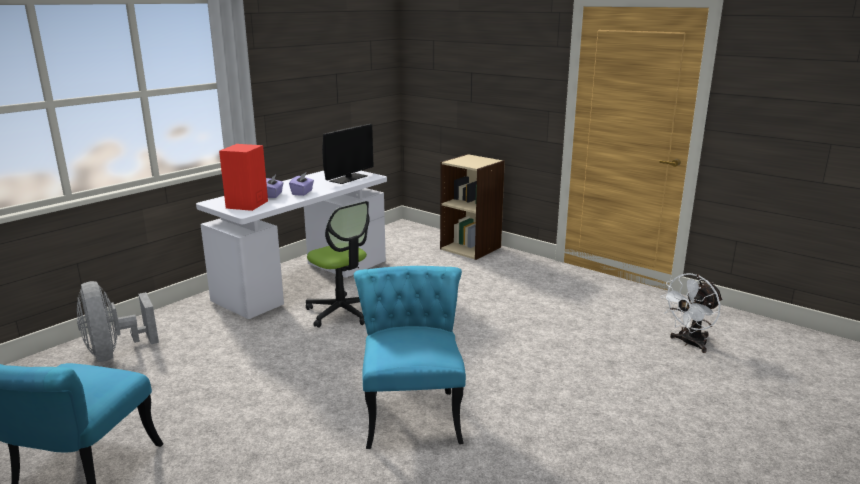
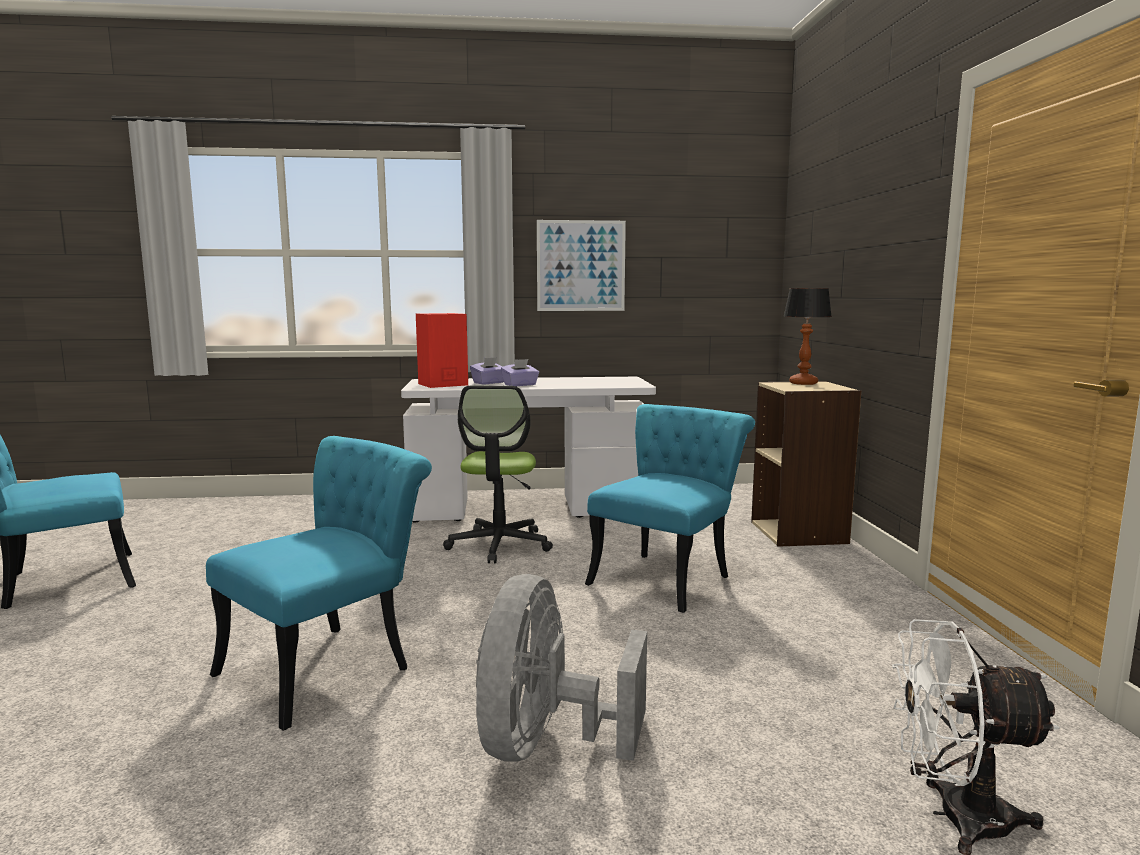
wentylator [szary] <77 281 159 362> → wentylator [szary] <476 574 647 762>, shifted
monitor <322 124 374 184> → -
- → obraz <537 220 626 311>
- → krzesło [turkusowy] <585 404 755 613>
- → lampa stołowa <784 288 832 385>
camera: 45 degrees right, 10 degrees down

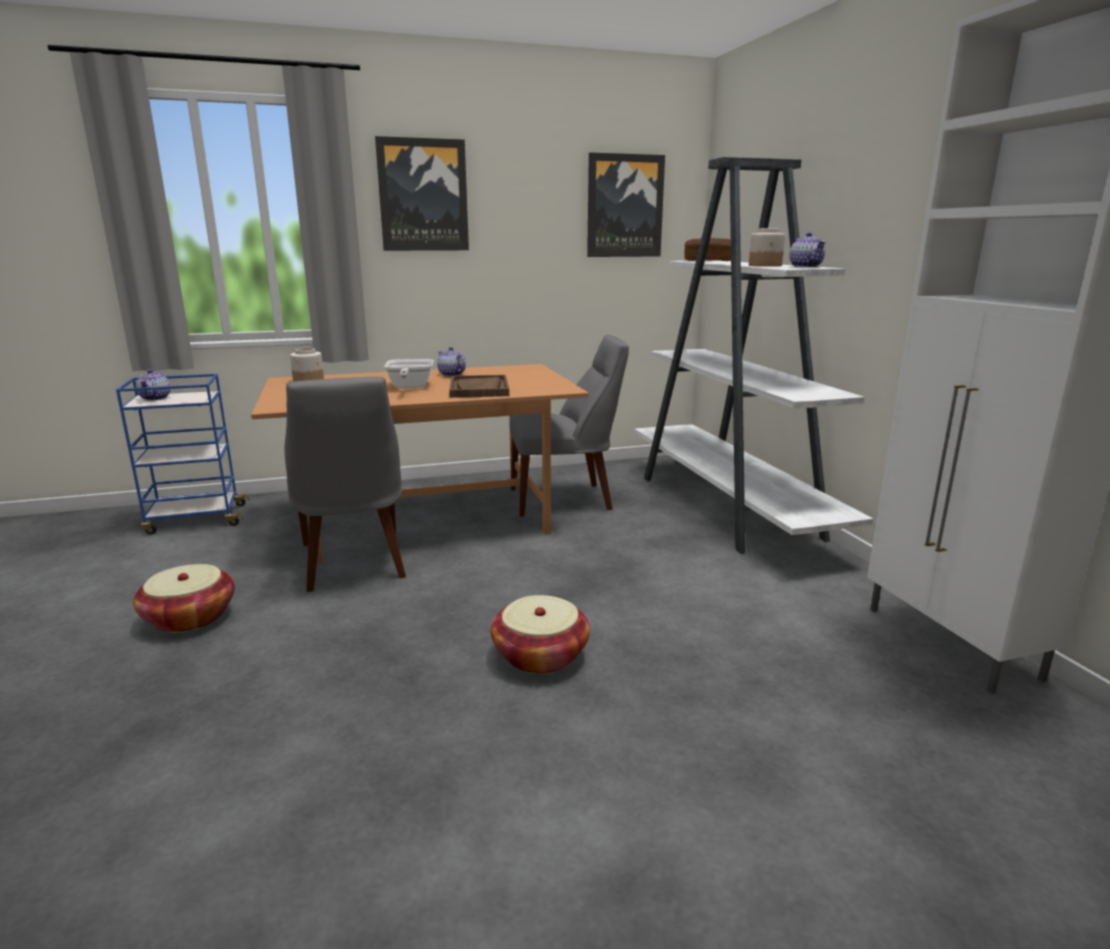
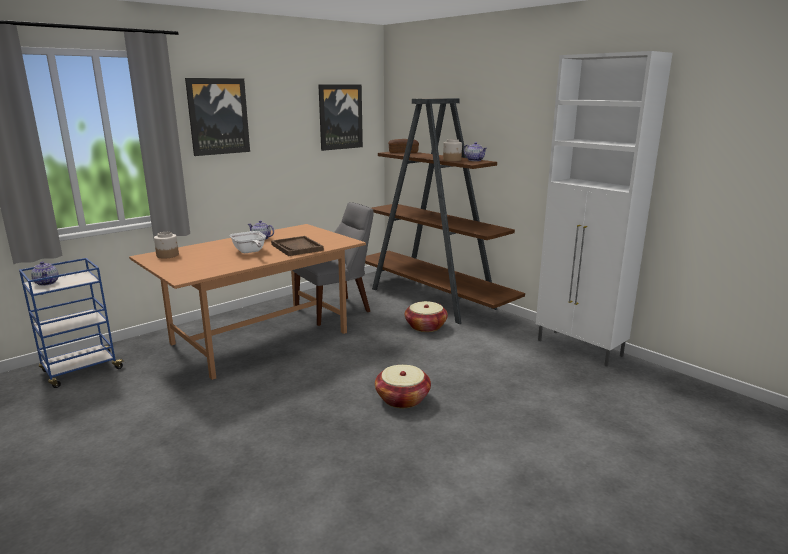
koszyk <133 564 235 633> → koszyk <405 301 448 332>, shifted
krzesło [szary] <285 377 406 592> → -
regał [biały] <634 157 873 554> → regał [brązowy] <365 98 525 324>
camera: 25 degrees left, 0 degrees up

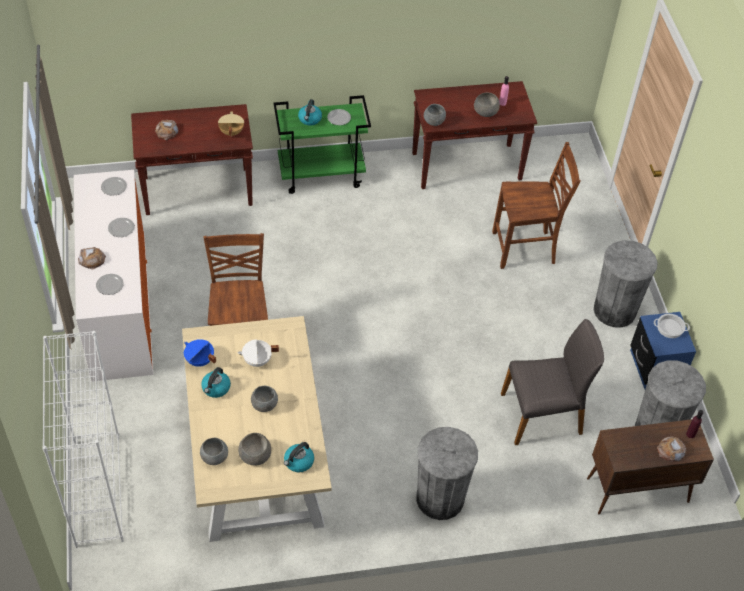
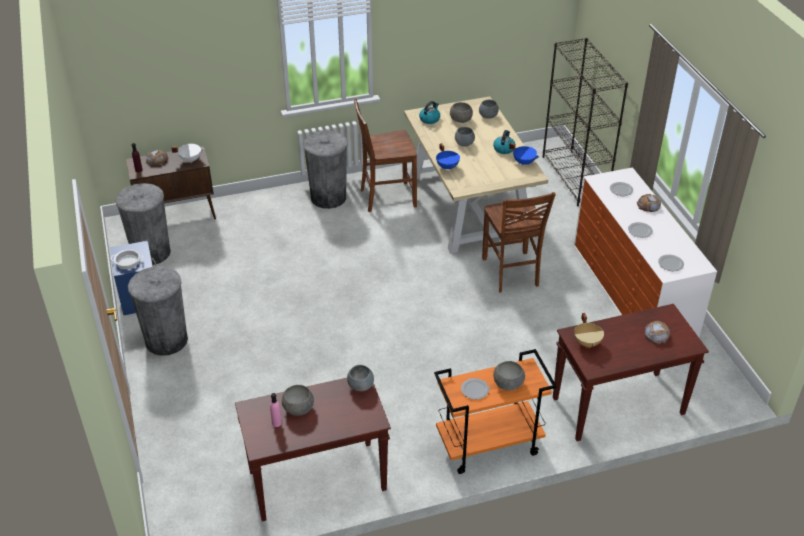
regał [biały] <42 331 124 548> → regał [czarny] <543 38 628 206>
garnek [biały] <238 339 279 367> → garnek [biały] <171 144 204 163>, shifted
wózek [zielony] <274 95 371 194> → wózek [pomarańczowy] <434 349 557 474>
czajnik <298 99 322 126> → miska [szary] <493 361 525 390>
krzesło [brązowy] <492 142 580 269> → krzesło [brązowy] <354 98 417 212>, shifted
krzesło [szary] <501 319 604 445> → -
- → garnek [niebieski] <436 143 460 170>
camera: 175 degrees right, 10 degrees down

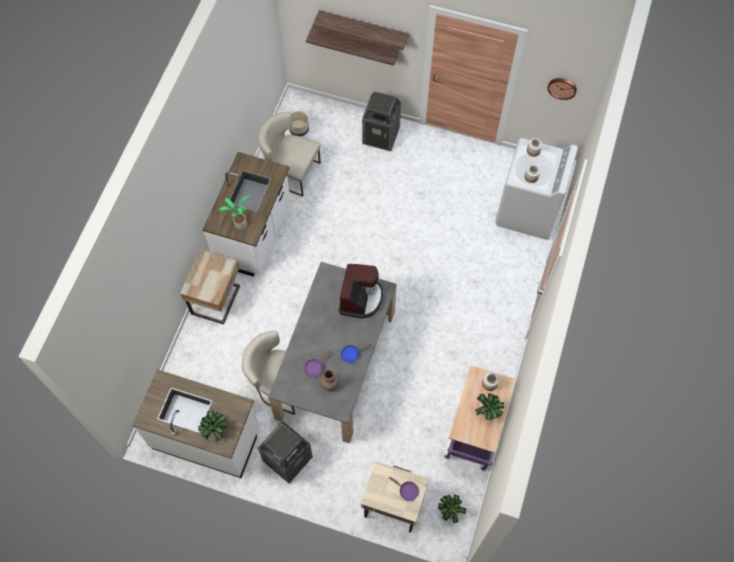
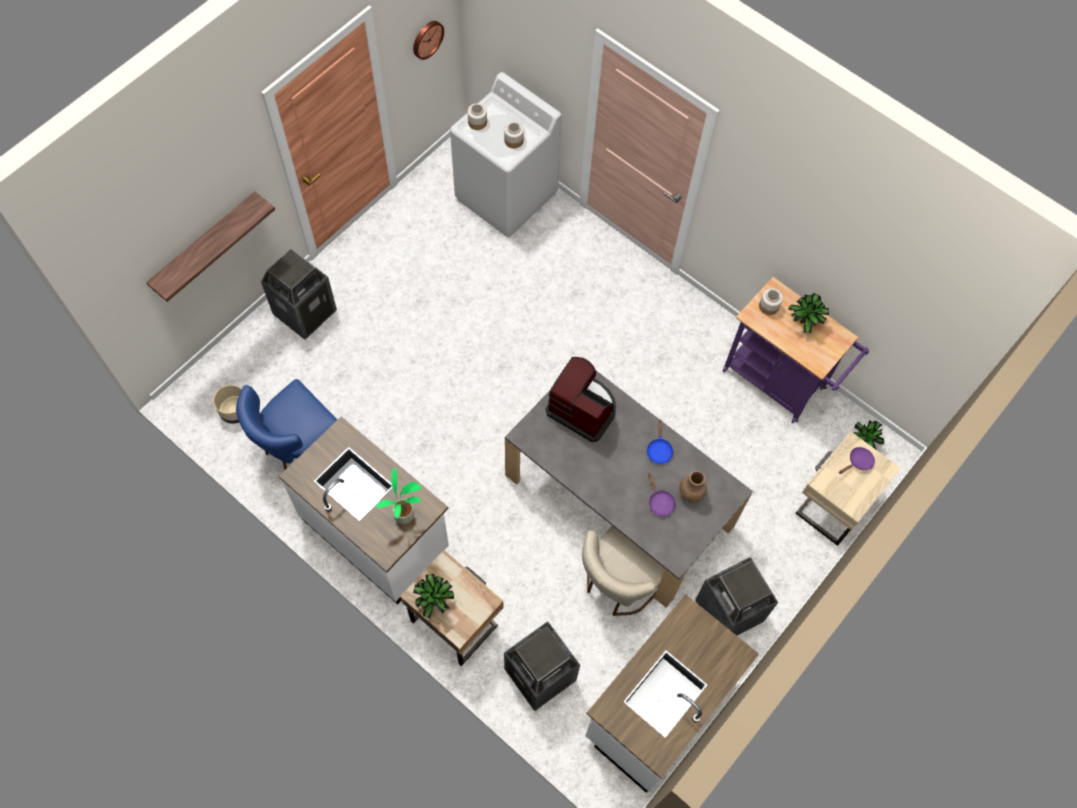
roślina doniczkowa <198 410 227 440> → roślina doniczkowa <413 574 454 618>, shifted
krzesło [beżowy] <258 112 321 197> → krzesło [niebieski] <236 379 337 470>
półka <313 10 409 50> → -
- → kosz na śmieci <504 621 580 711>
camera: 70 degrees left, 0 degrees up

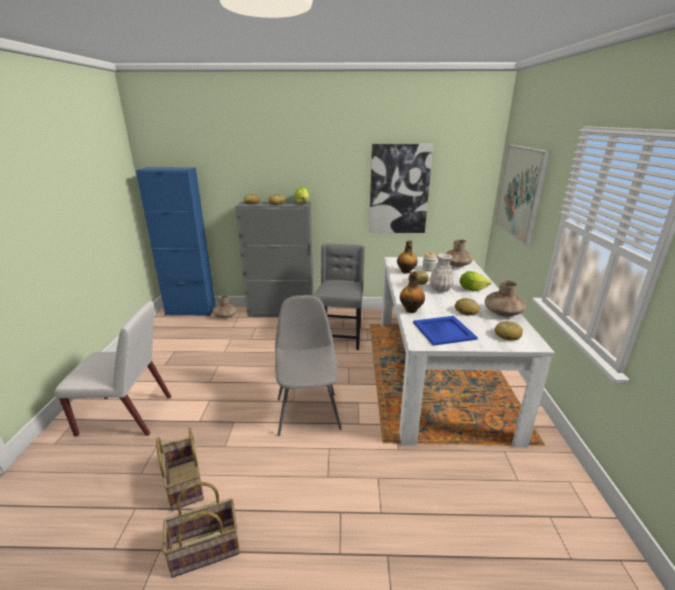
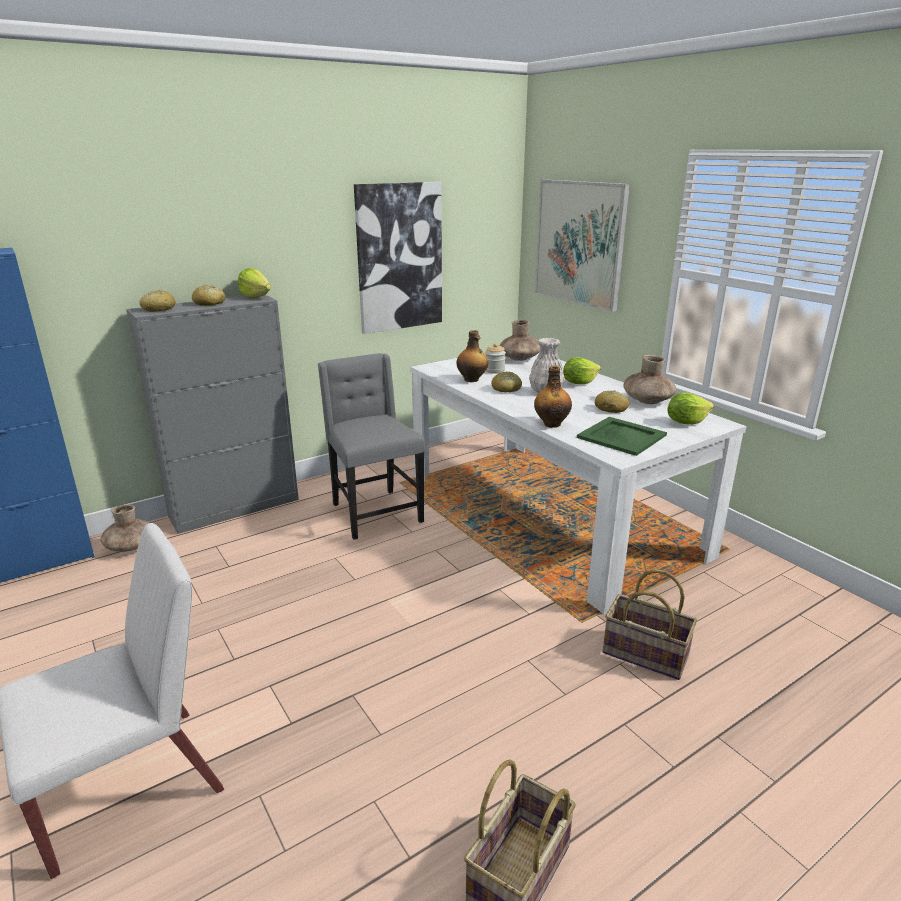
koszyk <156 428 204 511> → koszyk <603 569 697 680>, shifted
krzesło [szary] <275 295 342 436> → -
taca [niebieski] <413 316 478 346> → taca [zielony] <577 417 667 456>
chleb <495 321 523 340> → sałata <668 393 714 425>
camera: 35 degrees left, 0 degrees up

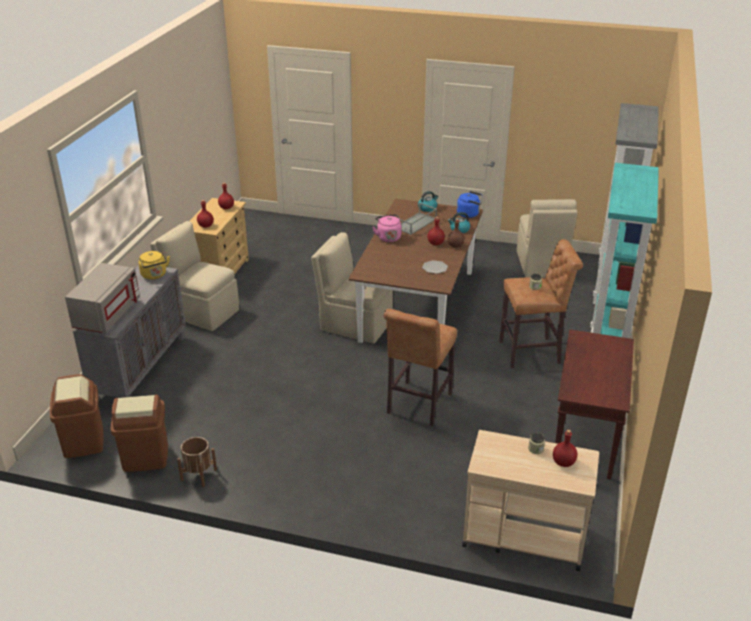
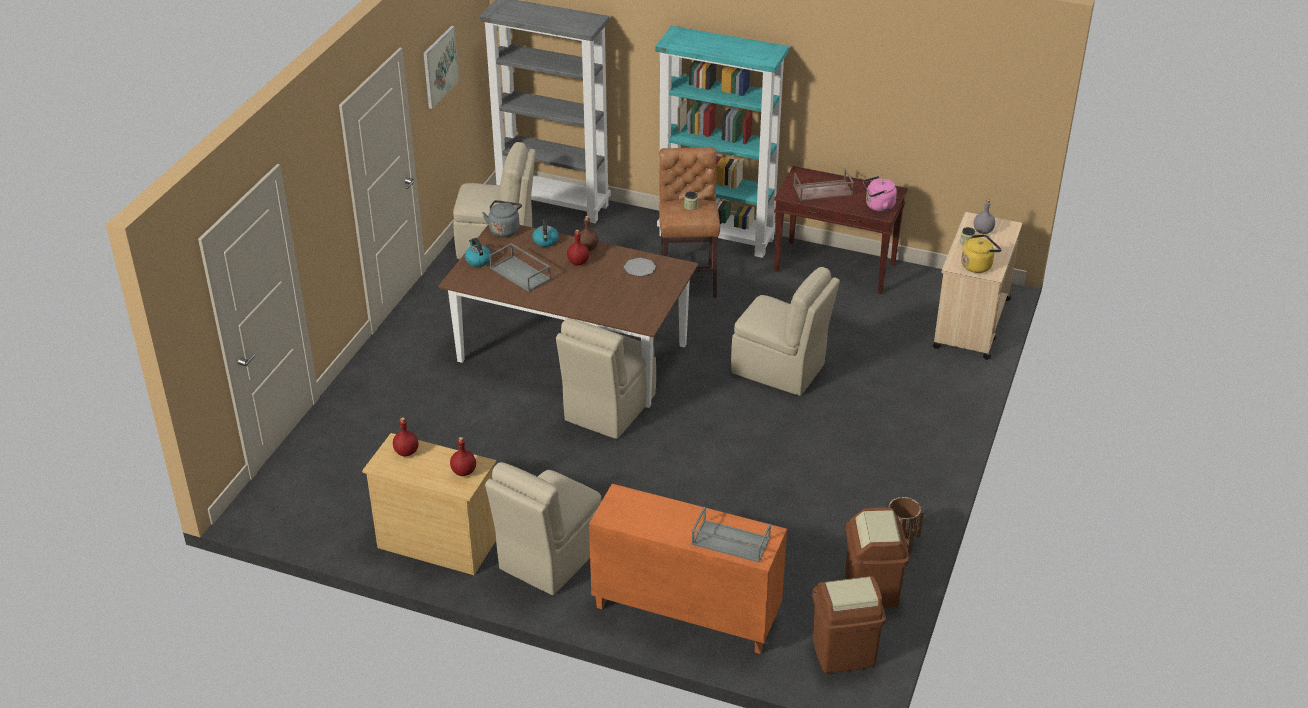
mikrofalówka [szary] <65 263 140 333> → taca [szary] <691 507 771 563>
szafka [szary] <73 265 186 401> → szafka [pomarańczowy] <589 484 787 654>
czajnik [żółty] <138 251 170 279> → czajnik [żółty] <961 234 1002 273>, shifted
czajnik [różowy] <373 214 402 242> → czajnik [różowy] <863 176 897 212>, shifted
stołek [brązowy] <384 309 457 426> → krzesło [beżowy] <731 267 840 396>
czajnik [niebieski] <457 191 482 218> → czajnik [szary] <482 200 522 237>
butelka [czerwony] <553 430 577 467> → butelka [szary] <974 199 995 234>
- → obraz <423 26 459 109>
- → taca [brązowy] <793 168 854 201>
camera: 85 degrees left, 5 degrees up

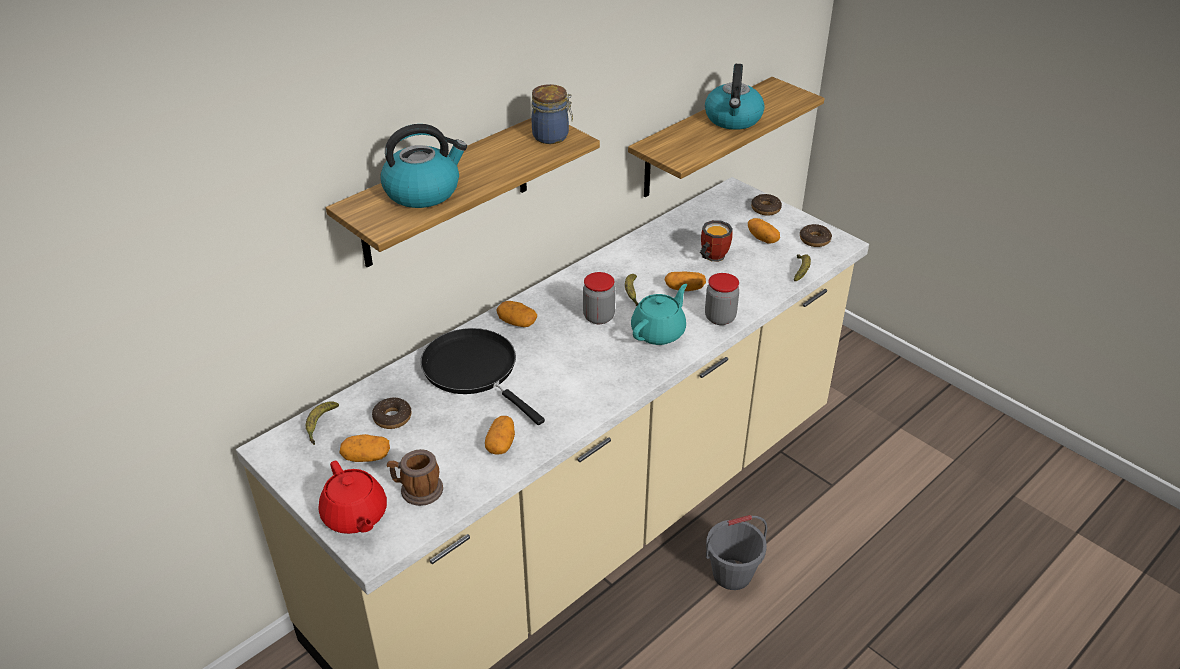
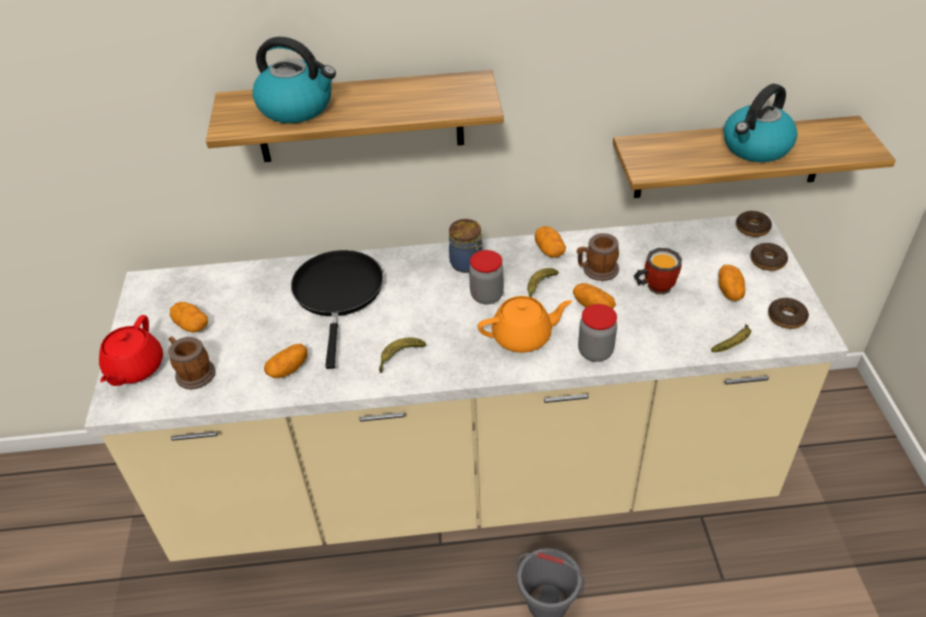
banan <306 401 339 445> → banan <379 338 426 373>, shifted
donut <372 398 412 429> → donut <736 211 772 237>, shifted
ziemniak <496 301 537 327> → ziemniak <535 226 566 258>, shifted
słoik <532 84 573 144> → słoik <449 219 483 273>, shifted
imbryk [turkusowy] <631 284 687 345> → imbryk [pomarańczowy] <478 296 572 353>
- → kubek <577 233 619 281>
camera: 40 degrees right, 5 degrees up

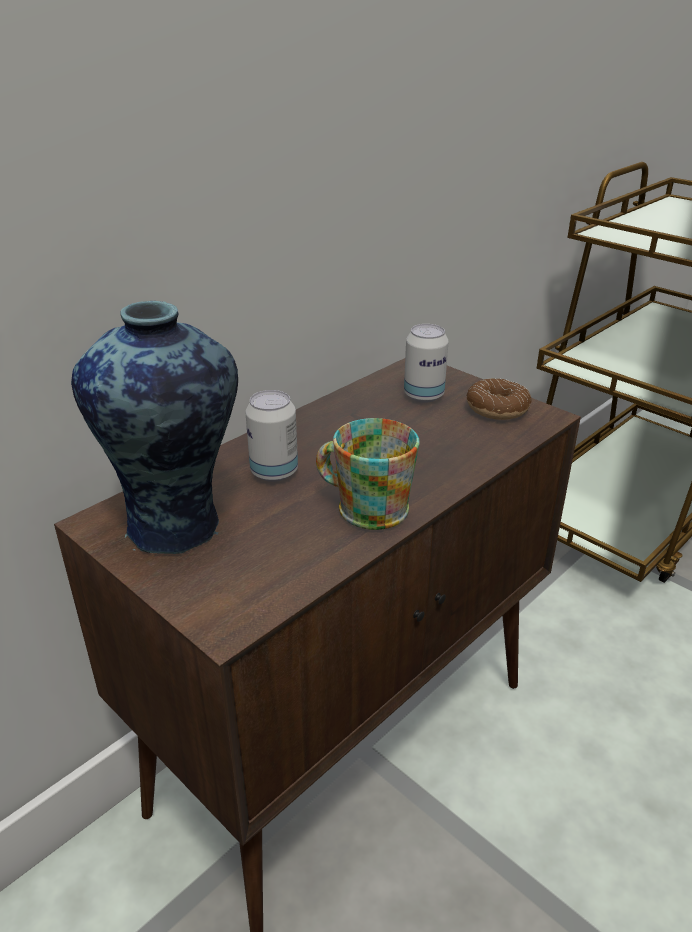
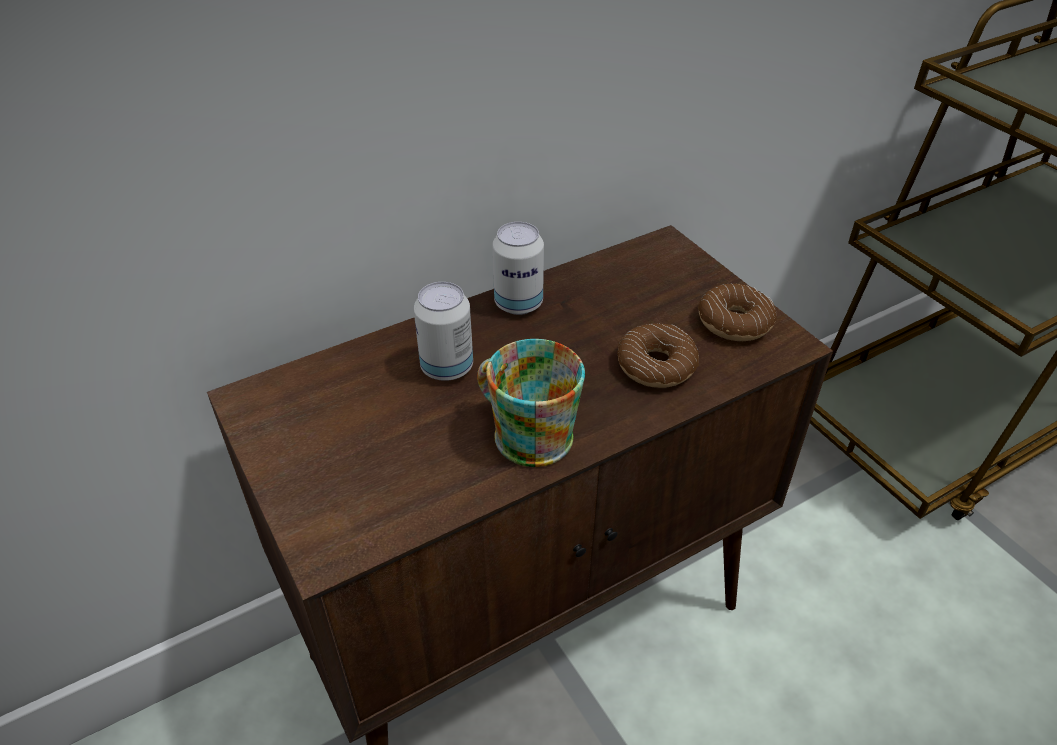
wazon <71 301 238 554> → -
puszka <404 324 449 403> → puszka <492 222 544 315>, shifted
- → donut <617 323 699 388>
camera: 15 degrees right, 10 degrees up

